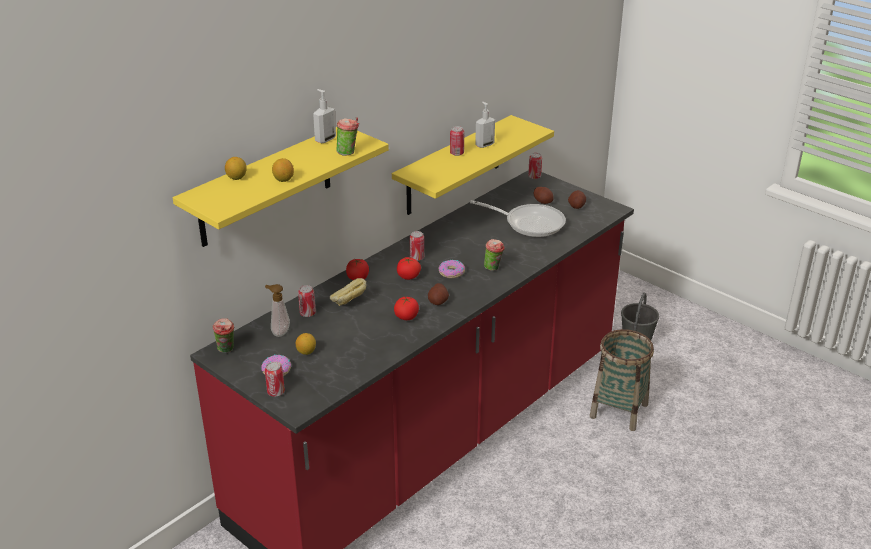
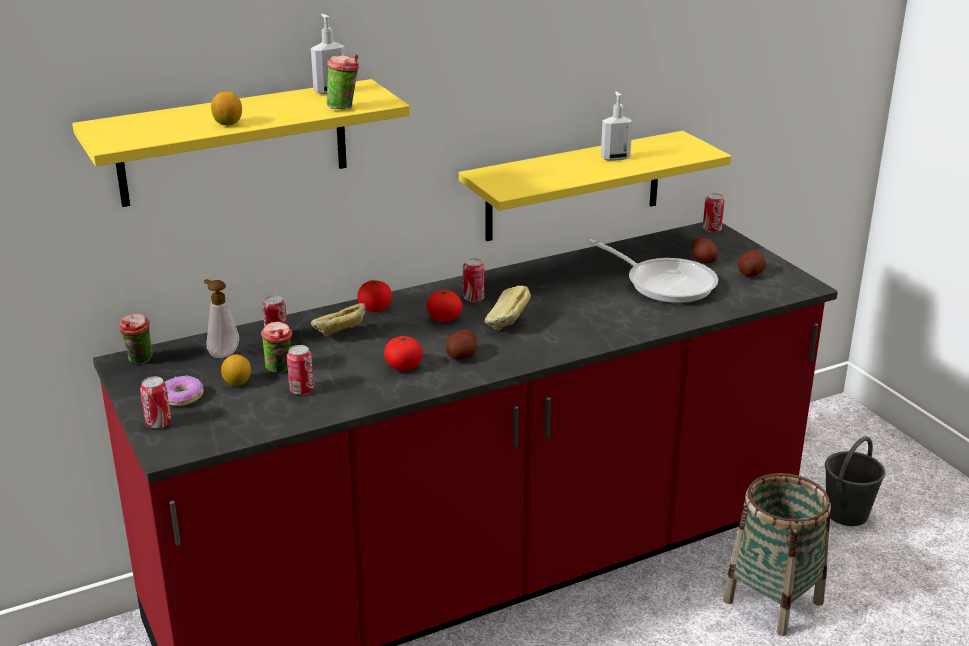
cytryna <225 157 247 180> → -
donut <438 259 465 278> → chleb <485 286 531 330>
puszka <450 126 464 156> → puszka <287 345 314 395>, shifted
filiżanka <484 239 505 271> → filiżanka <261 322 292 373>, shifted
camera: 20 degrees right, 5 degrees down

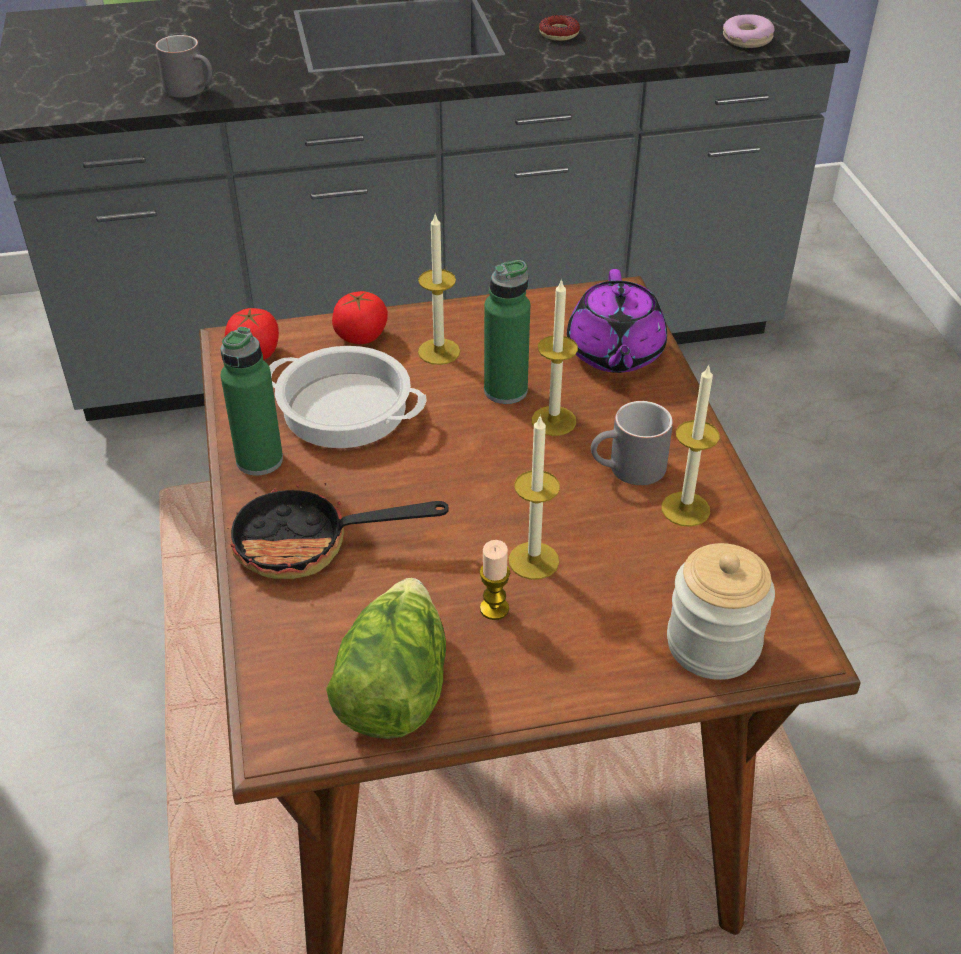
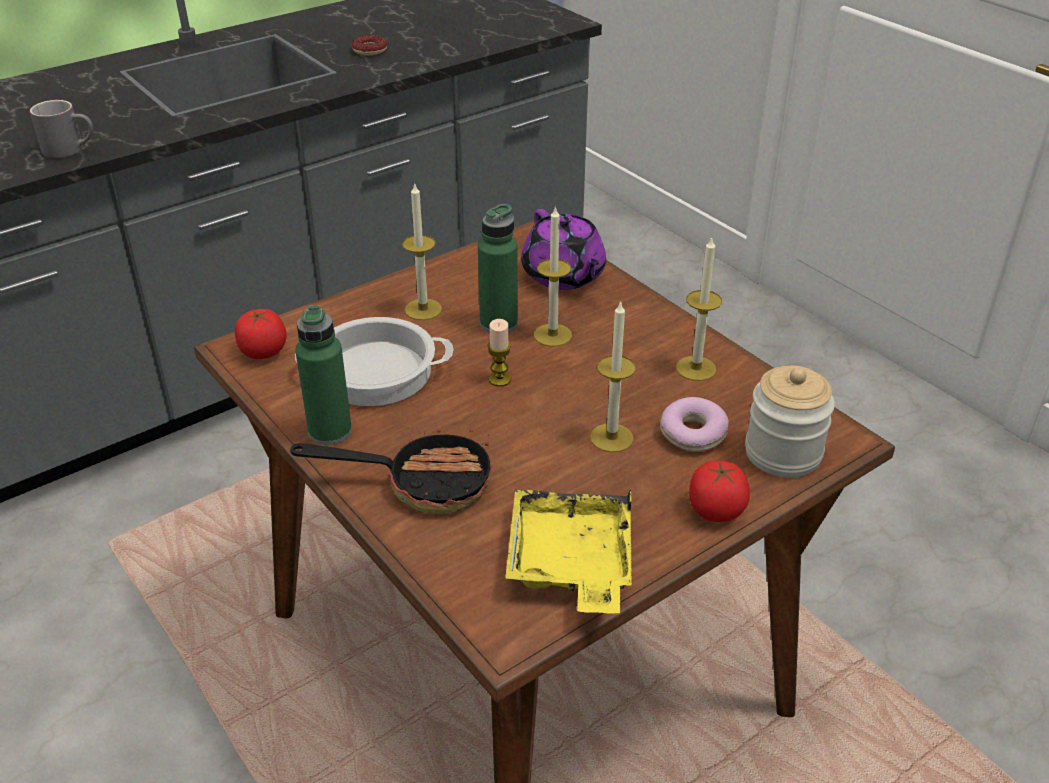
patelnia <227 471 449 579> → patelnia <290 430 492 513>, 150 degrees counterclockwise
sałata <326 578 446 739> → taca [żółty] <505 489 632 614>
pomidor <332 291 388 344> → pomidor <689 460 750 522>, shifted
świeca <480 540 510 620> → świeca <487 319 511 387>, shifted
kubek [szary] <591 401 673 485> → -
donut <723 14 775 48> → donut <660 397 729 452>, shifted
camera: 25 degrees left, 5 degrees down

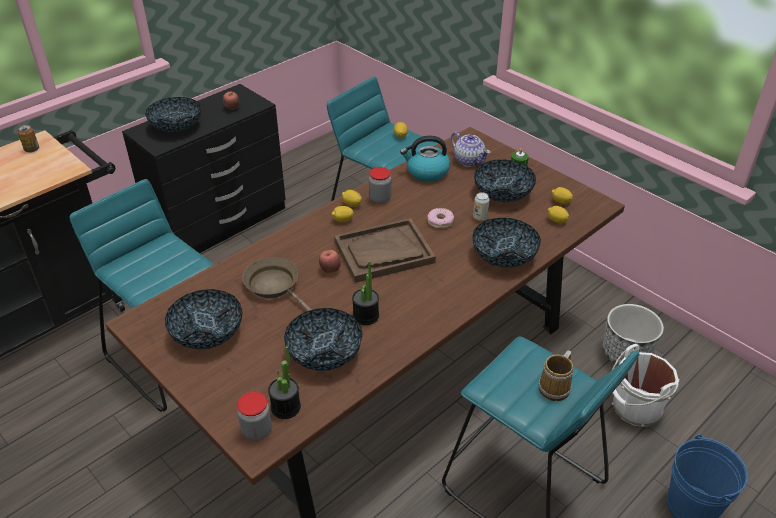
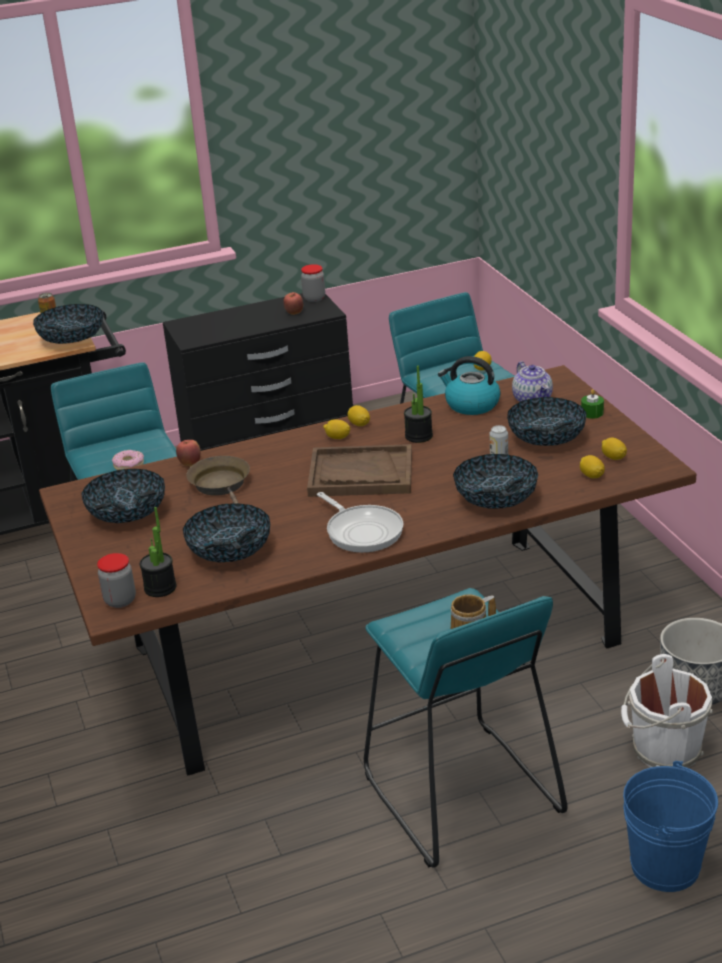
miska <145 97 201 132> → miska <33 304 103 344>, shifted
jabłko <319 250 341 274> → jabłko <176 440 201 466>, shifted
roślina doniczkowa <352 261 379 325> → roślina doniczkowa <404 365 433 443>, shifted
słoik <369 167 391 204> → słoik <301 264 325 302>, shifted
donut <428 208 454 229> → donut <112 450 144 470>, shifted
- → patelnia <317 492 403 553>
camera: 25 degrees right, 10 degrees down

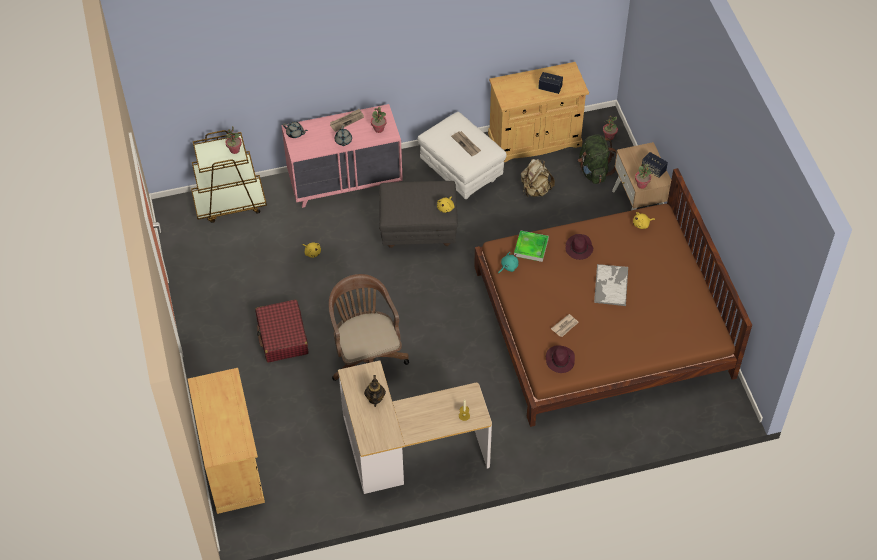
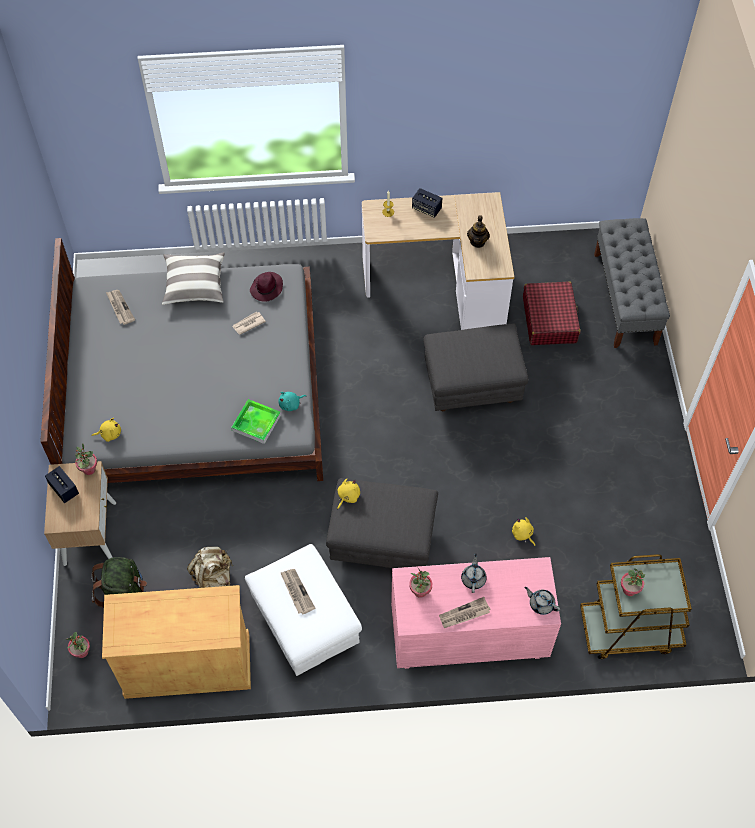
szafka [beżowy] <188 368 265 514> → ławka [szary] <594 218 670 348>
walizka [czerwony] <255 299 308 363> → walizka [czerwony] <523 281 580 345>, shifted
krzesło biurowe [brązowy] <329 274 409 381> → pufa [szary] <423 324 528 411>
łóżko [brązowy] <474 168 752 427> → łóżko [szary] <40 238 323 483>
głośnik <538 72 563 94> → głośnik <412 188 442 218>, shifted
kapelusz [fioletowy] <565 234 594 260> → -
taca <594 264 628 306> → -
- → gazeta <106 290 135 325>
- → poduszka <162 252 225 305>
camera: 170 degrees left, 5 degrees up

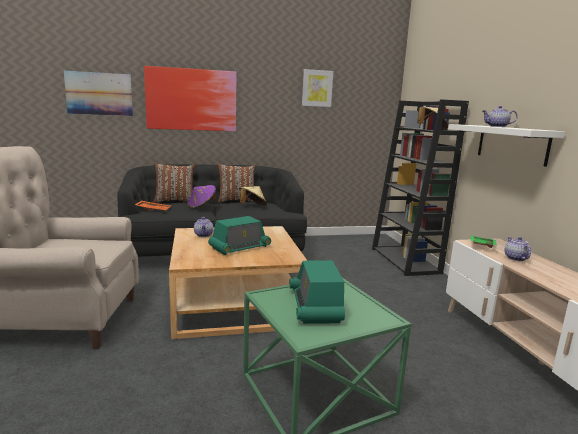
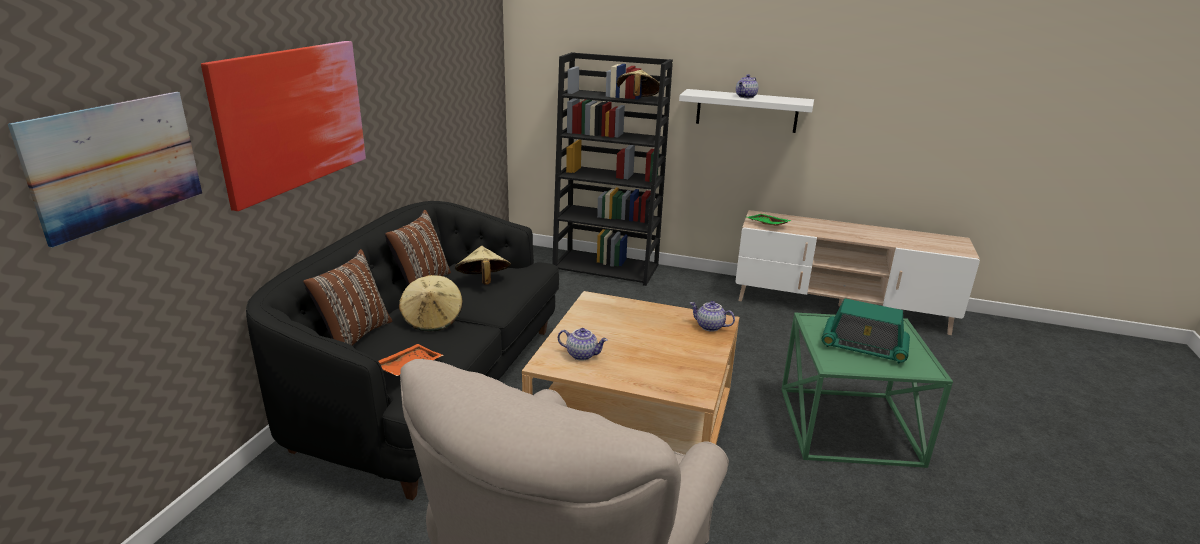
kapelusz [fioletowy] <187 185 216 209> → kapelusz [beżowy] <399 275 463 332>
radio <208 216 271 255> → -
obraz <302 69 333 107> → -
imbryk <504 237 531 261> → imbryk <690 301 735 331>, shifted
camera: 60 degrees left, 10 degrees up

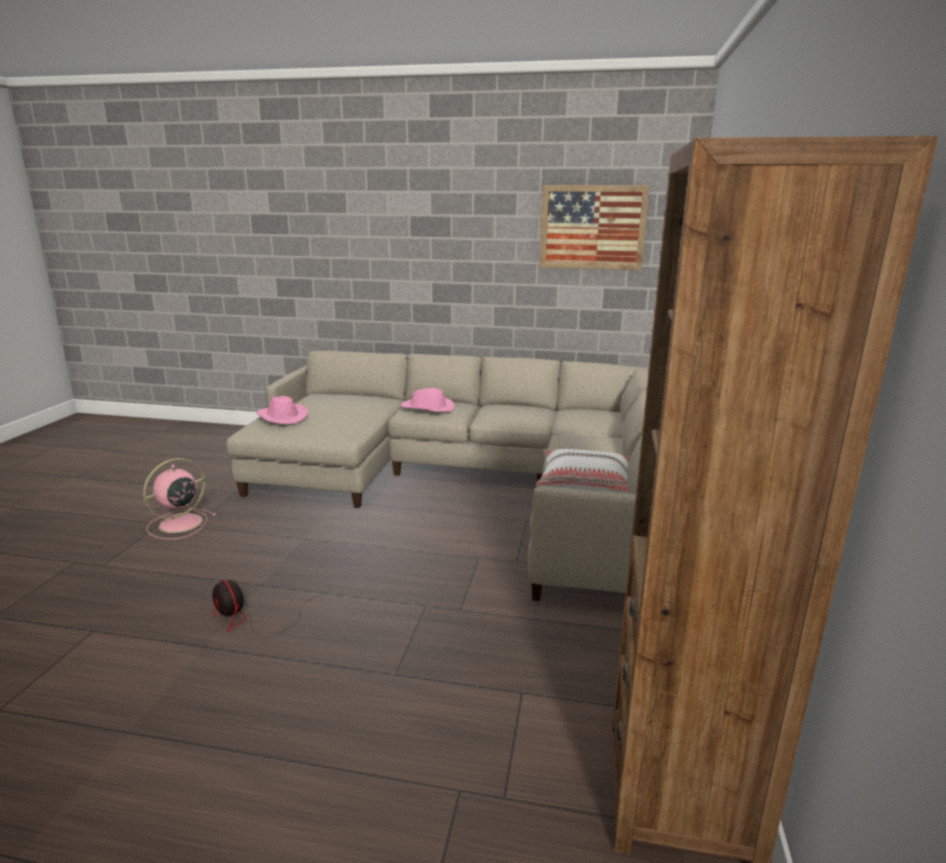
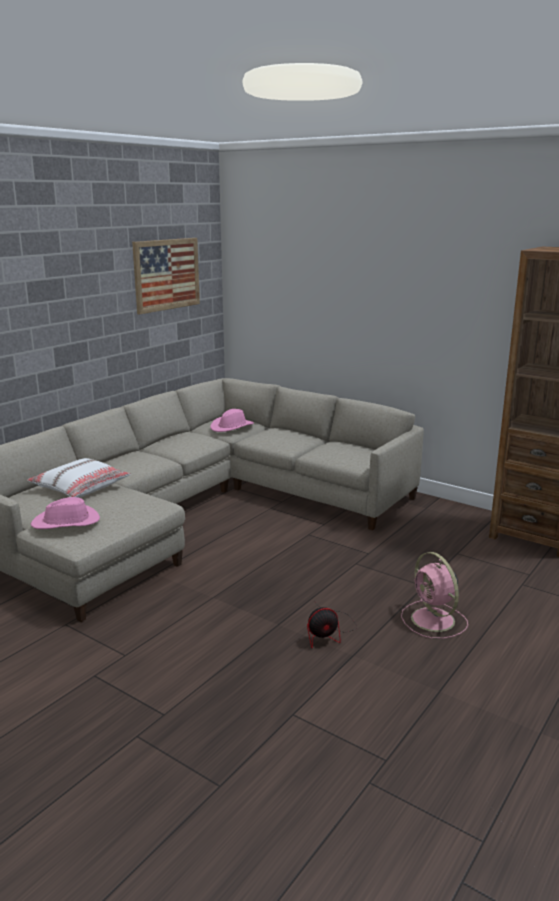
wentylator [różowy] <143 458 216 540> → wentylator [różowy] <401 552 468 639>, shifted
kapelusz [różowy] <401 388 455 412> → kapelusz [różowy] <210 409 254 432>, shifted
poduszka [biały] <536 449 631 494> → poduszka [biały] <27 458 131 498>, shifted
camera: 65 degrees left, 0 degrees up

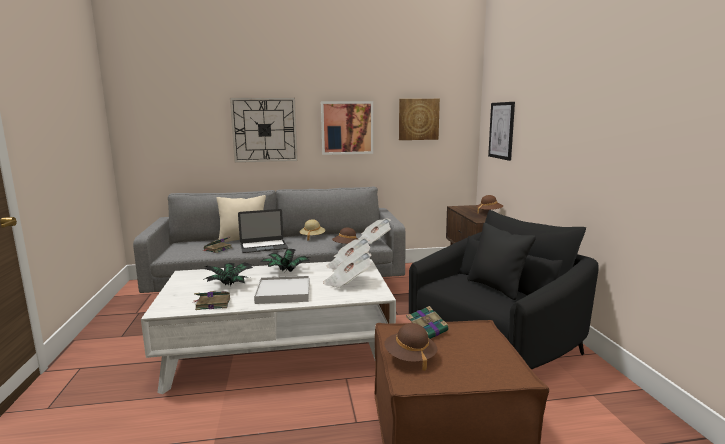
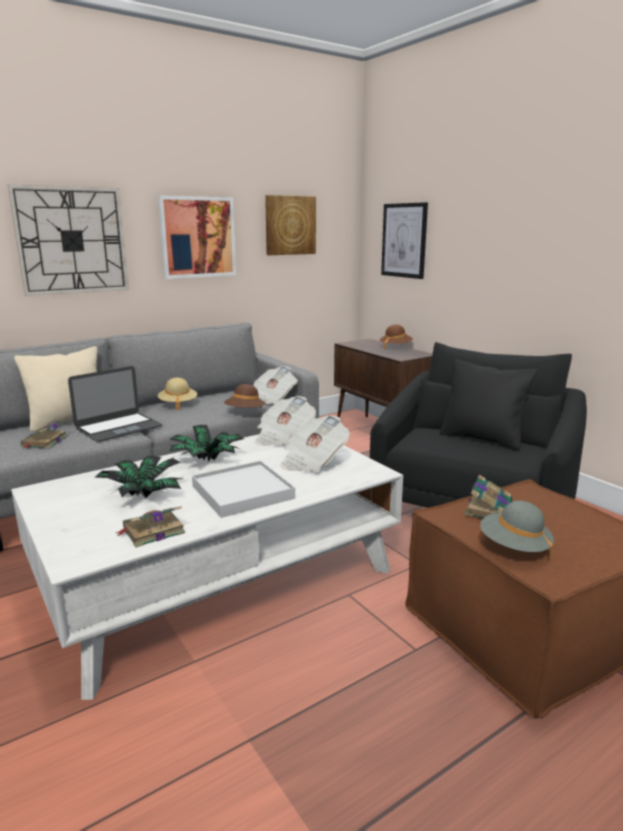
kapelusz [brązowy] <384 323 437 371> → kapelusz [szary] <480 501 554 560>
camera: 25 degrees left, 5 degrees up

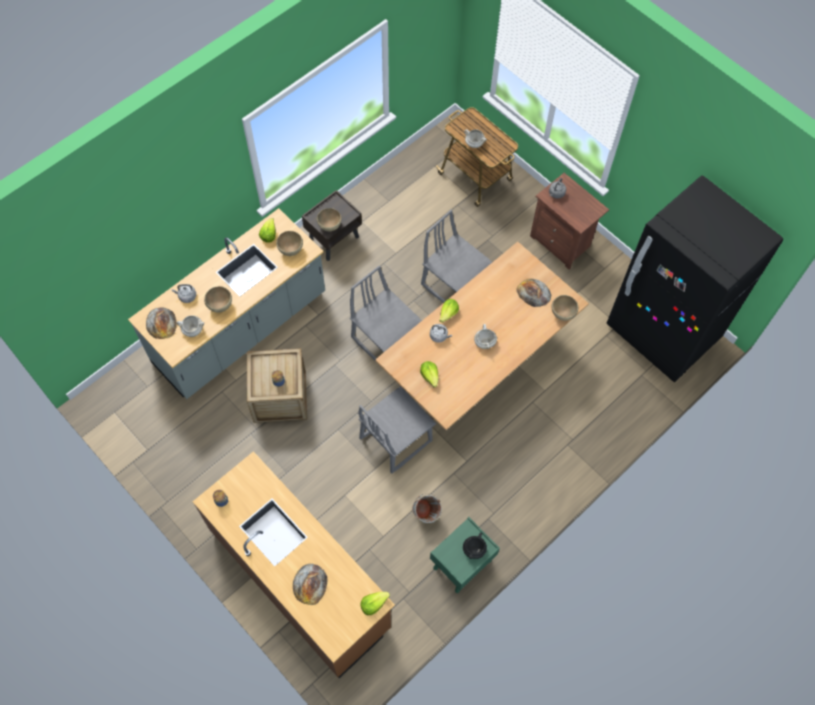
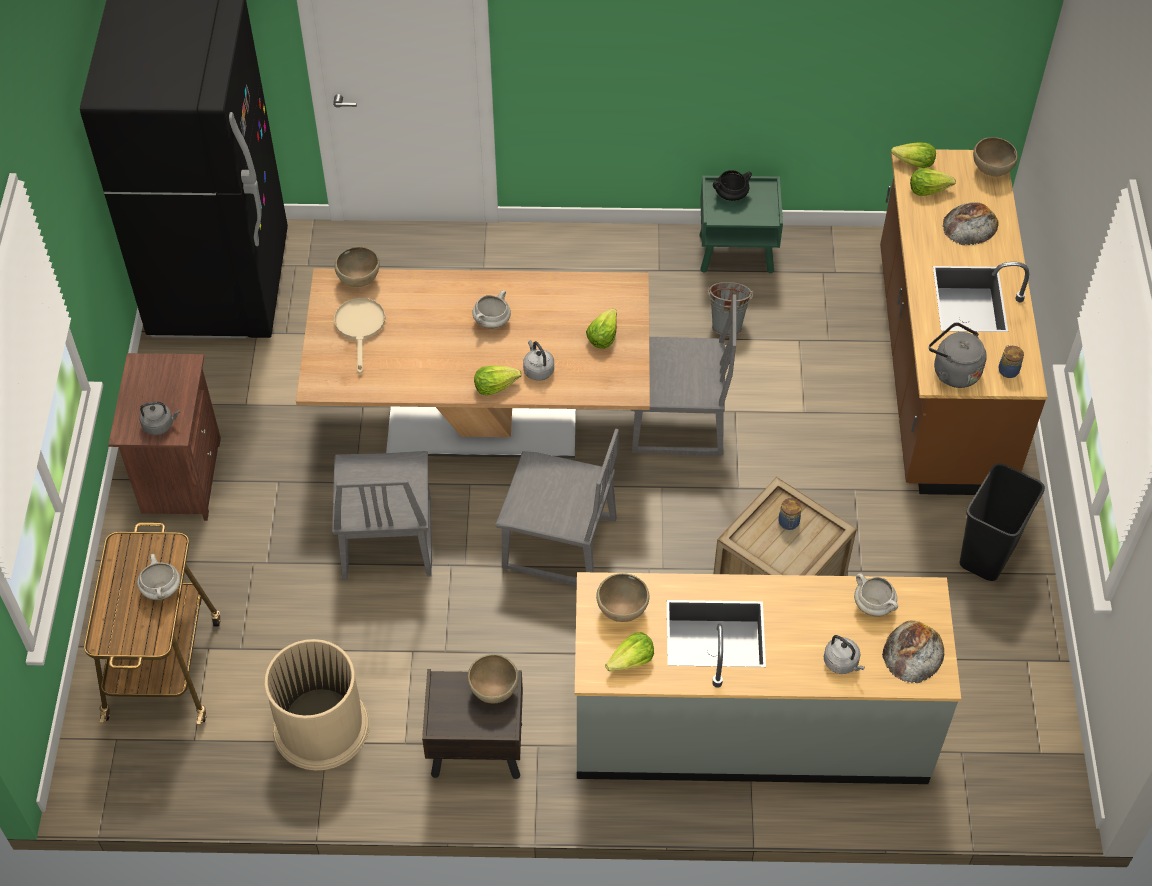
miska [brązowy] <204 286 232 312> → miska [brązowy] <973 137 1018 176>, shifted
krzesło [szary] <350 265 422 360> → krzesło [szary] <495 429 619 586>, 75 degrees counterclockwise
chleb <516 279 551 307> → patelnia [beżowy] <334 298 385 374>
- → kosz na śmieci [beżowy] <264 639 369 771>
- → sałata <910 168 956 196>
- → czajnik [szary] <929 322 987 388>
- → kosz na śmieci [czarny] <960 463 1045 581>
camera: 135 degrees left, 10 degrees down

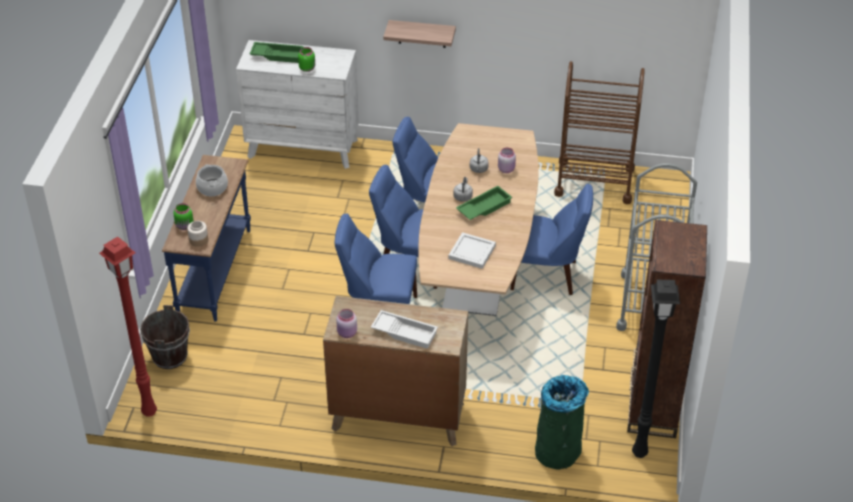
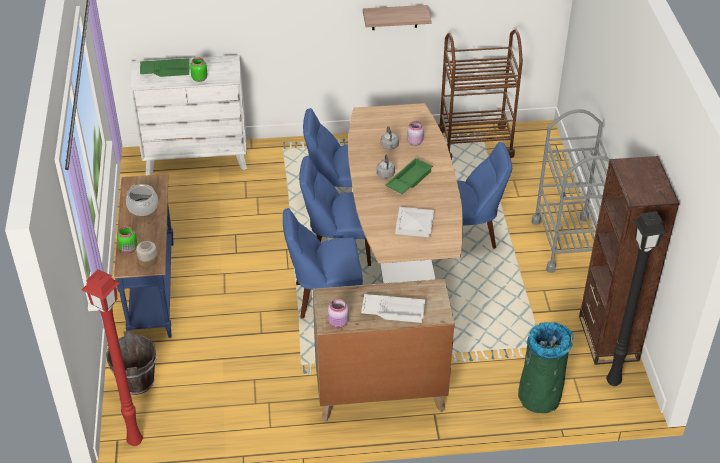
półka <383 20 456 48> → półka <363 5 432 30>, shifted
camera: 15 degrees left, 0 degrees up

